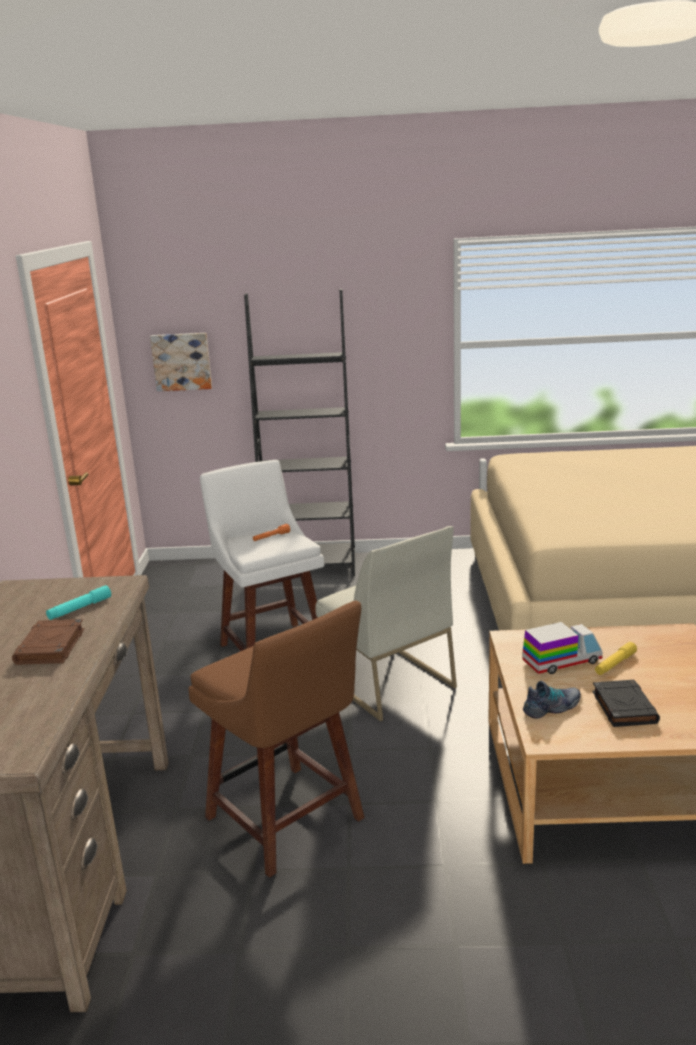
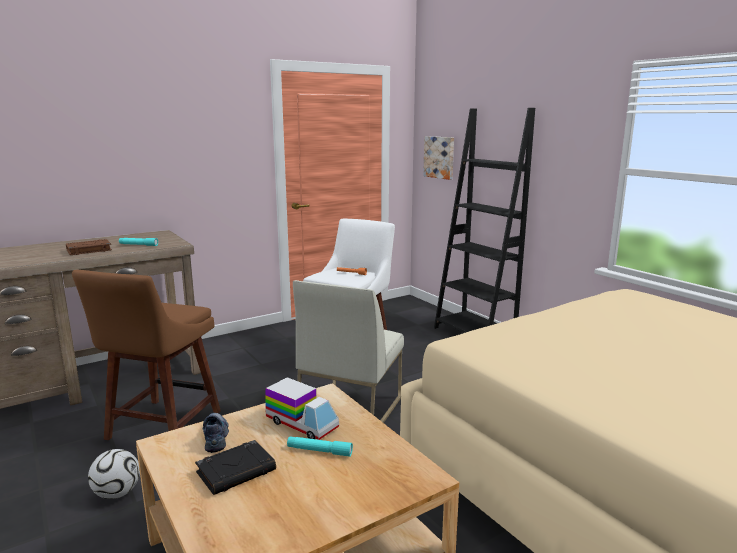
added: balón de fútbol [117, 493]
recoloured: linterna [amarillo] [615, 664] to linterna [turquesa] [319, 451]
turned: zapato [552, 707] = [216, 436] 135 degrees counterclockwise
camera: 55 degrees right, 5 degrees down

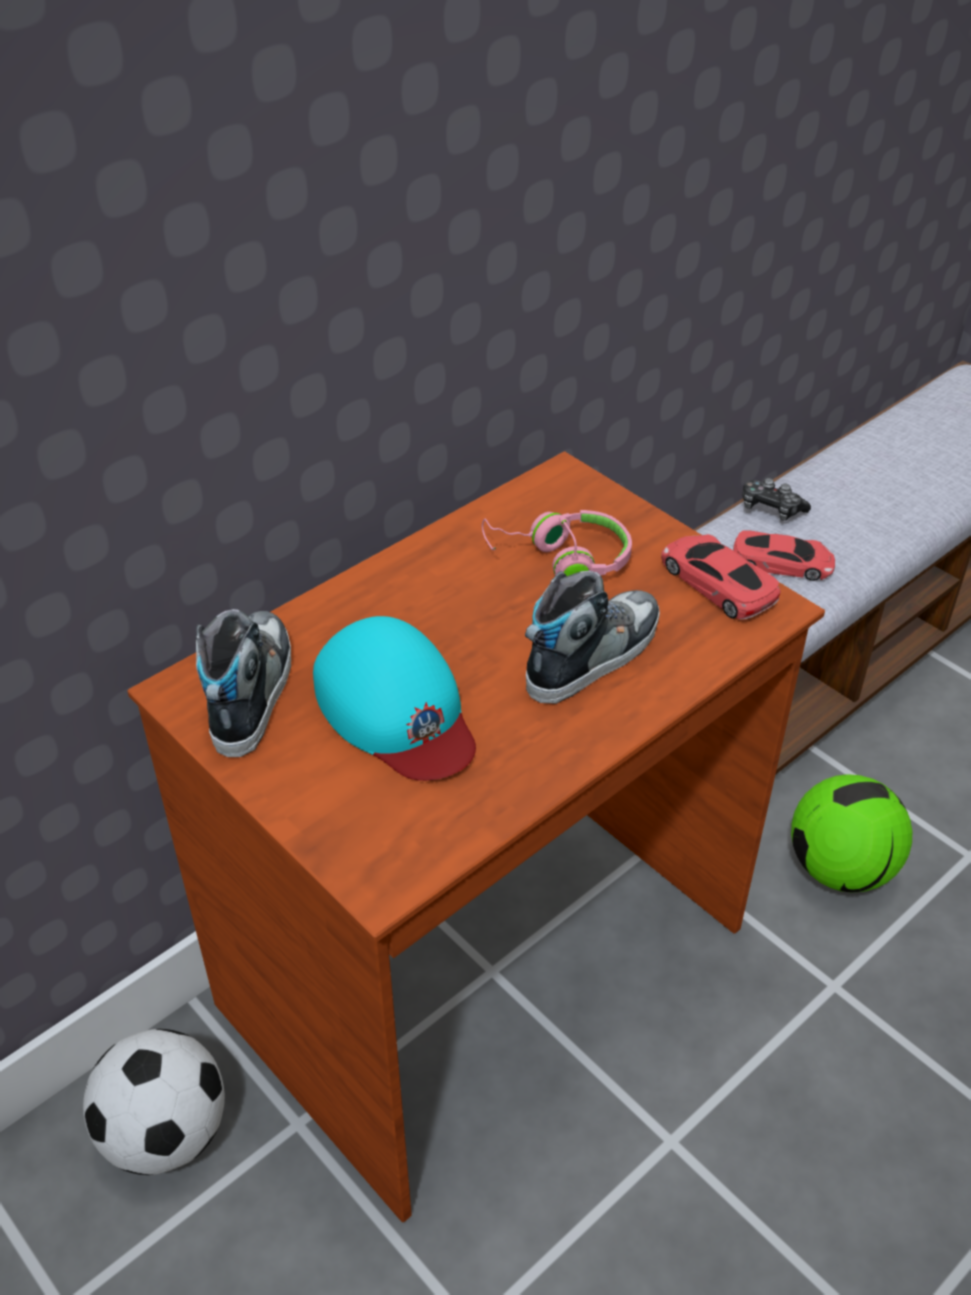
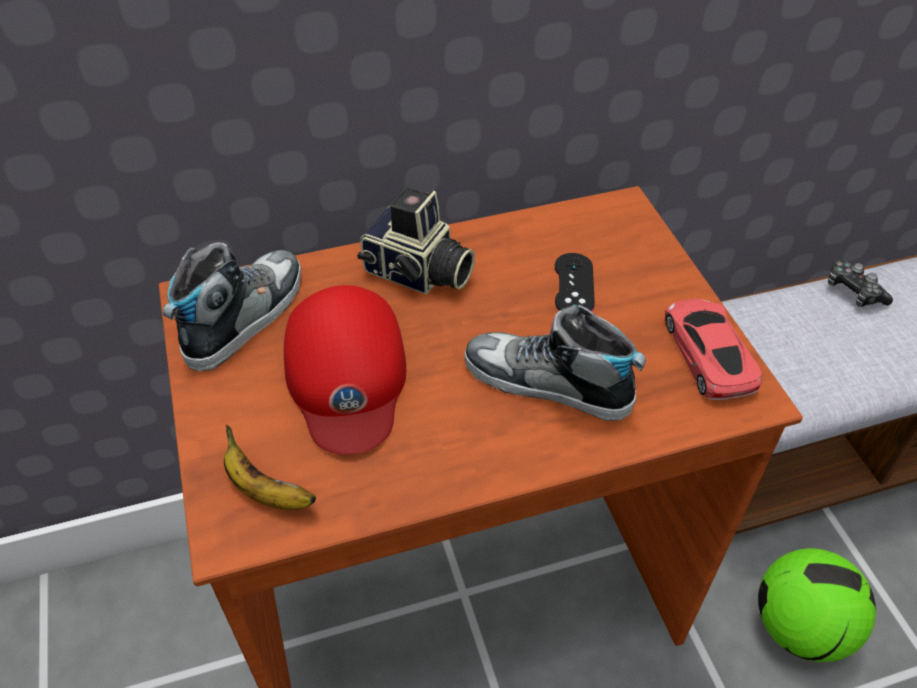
removed: balón de fútbol [165, 1133]; coche de juguete [rojo] [782, 563]
added: plátano [266, 491]; cámara [418, 274]
replaced: auriculares [rosa] [561, 560] to mando de consola [negro] [574, 285]
recoloured: gorra [turquesa] [396, 710] to gorra [rojo] [346, 375]
turned: zapato [592, 654] = [547, 384] 135 degrees counterclockwise
camera: 25 degrees right, 5 degrees up

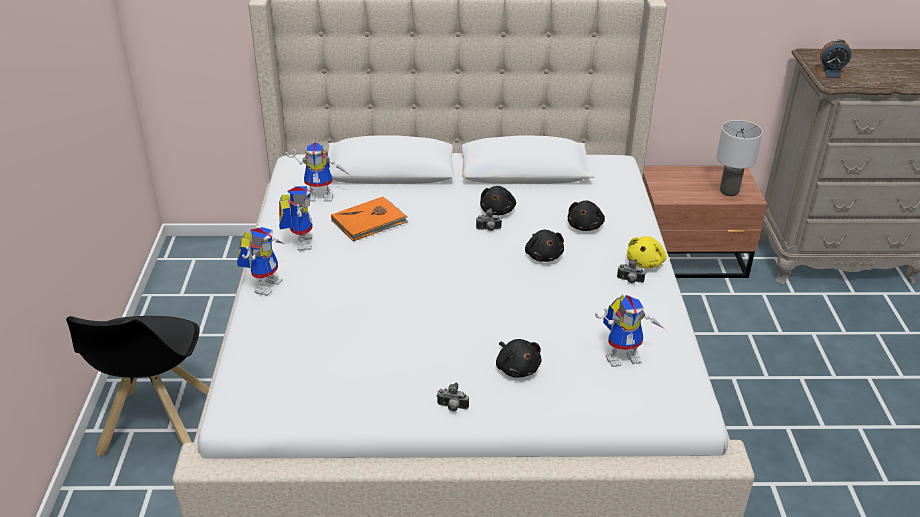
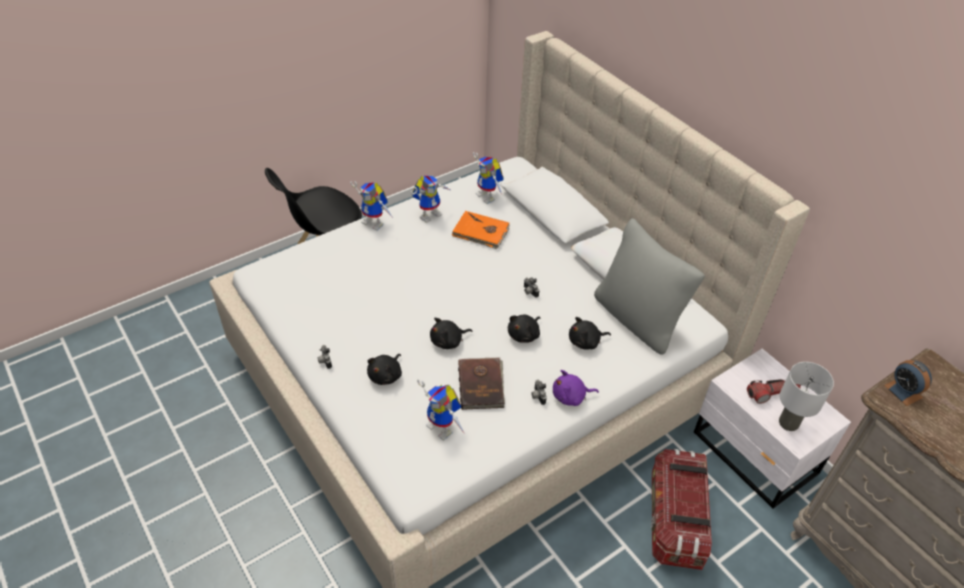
added: libro [marrón] [482, 384]; cojín [gris] [637, 319]; caja de almacenaje [675, 519]; linterna [771, 393]
moved: peluche [negro] [497, 211] to [448, 341]
recoloured: peluche [amarillo] [645, 263] to peluche [morado] [571, 396]; mesita de noche [marrón] [690, 259] to mesita de noche [blanco] [754, 455]
turned: robot de juguete [265, 284] = [376, 222] 45 degrees clockwise
camera: 55 degrees right, 10 degrees up

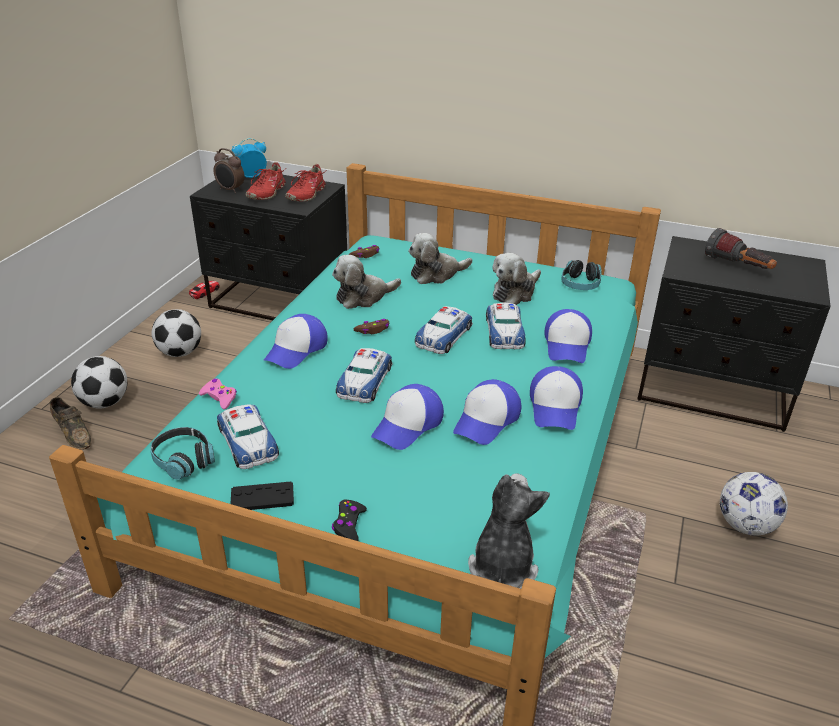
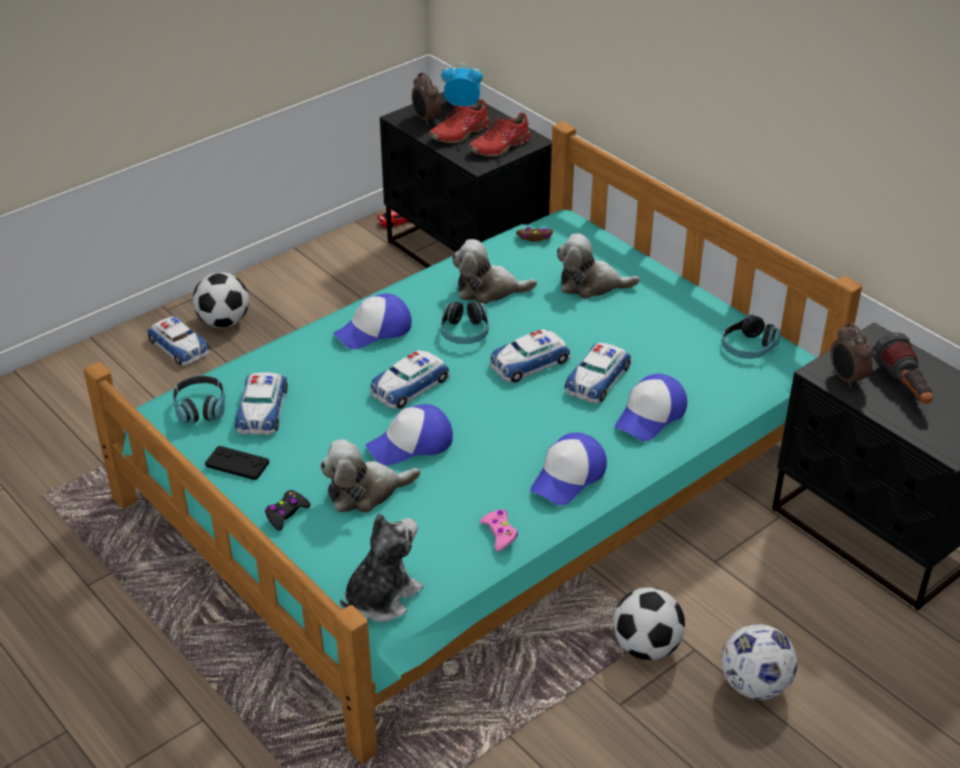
removed: gorra [487, 420]
added: despertador [846, 379]
moved: balón de fútbol [180, 352] to [646, 647]; mando de consola [rosa] [219, 397] to [499, 533]; peluche [515, 292] to [365, 492]
replaced: zapato [marrón] [73, 435] to coche de juguete [179, 346]; mando de consola [marrón] [373, 330] to auriculares [464, 332]
camera: 30 degrees right, 5 degrees up

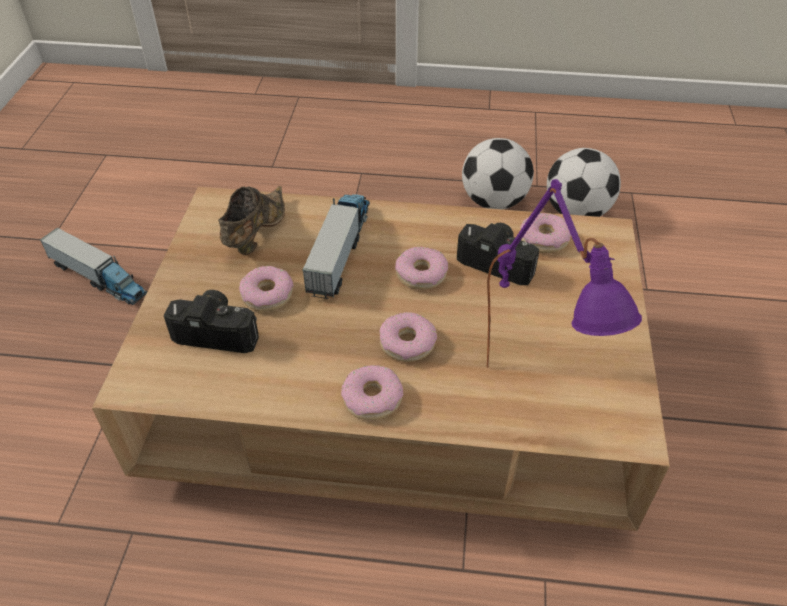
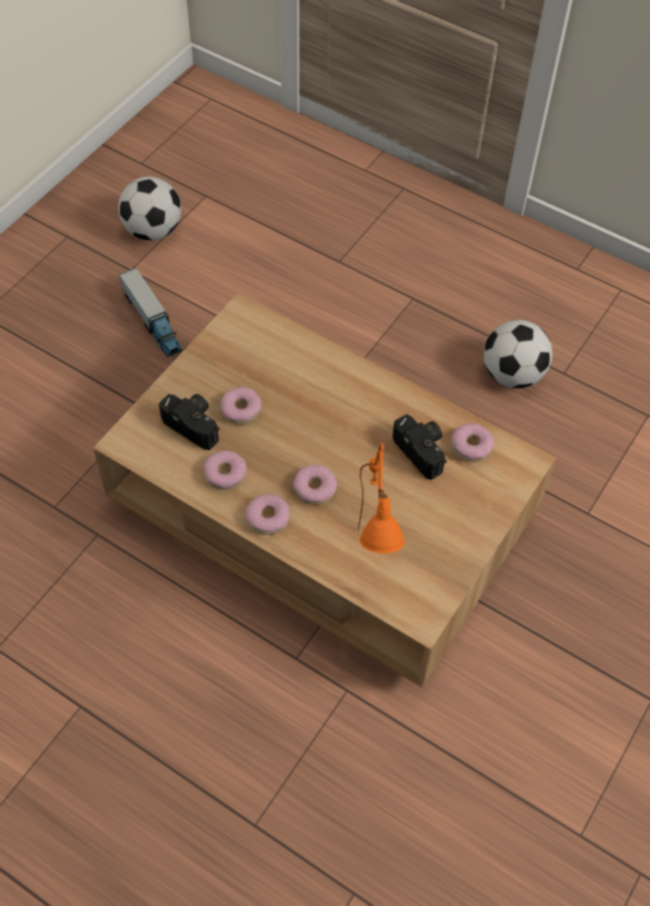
removed: zapato [marrón] [255, 234]; camión de juguete [340, 250]
moved: rosquilla [421, 274] to [225, 474]; balón de fútbol [576, 212] to [153, 230]
recoloured: lámpara de mesa [morado] [534, 400] to lámpara de mesa [naranja] [373, 566]
camera: 25 degrees right, 10 degrees up

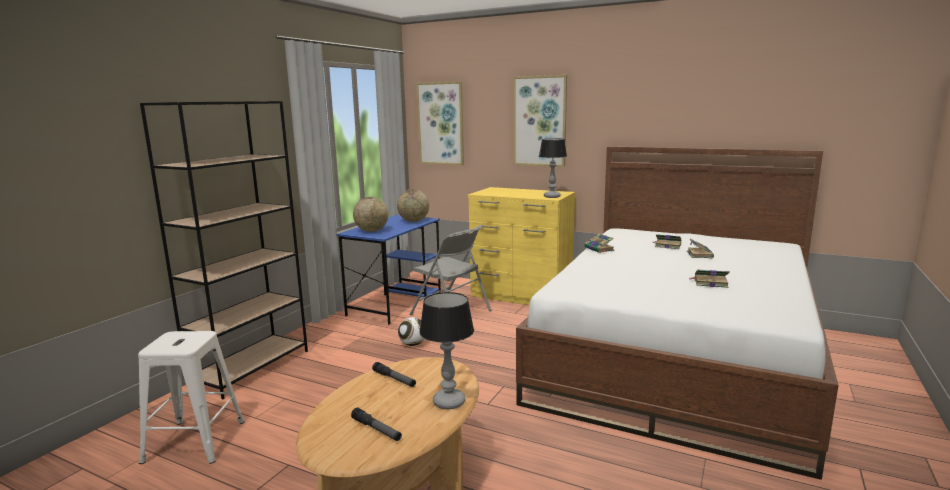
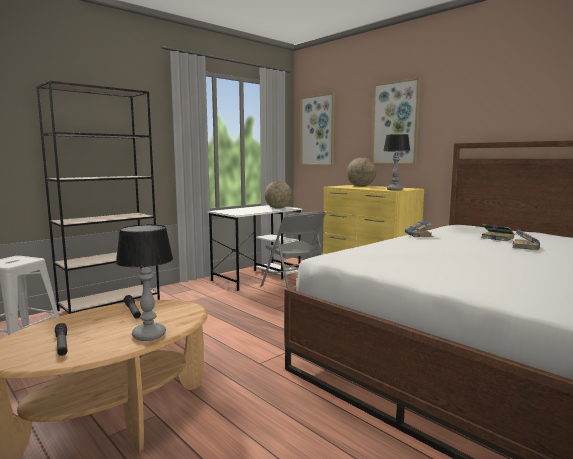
removed: balón de fútbol [413, 344]; libro [709, 283]
moved: globo terráqueo [371, 231] to [361, 186]
recoloured: escritorio [azul] [395, 303] to escritorio [blanco] [257, 277]
camera: 20 degrees right, 5 degrees down

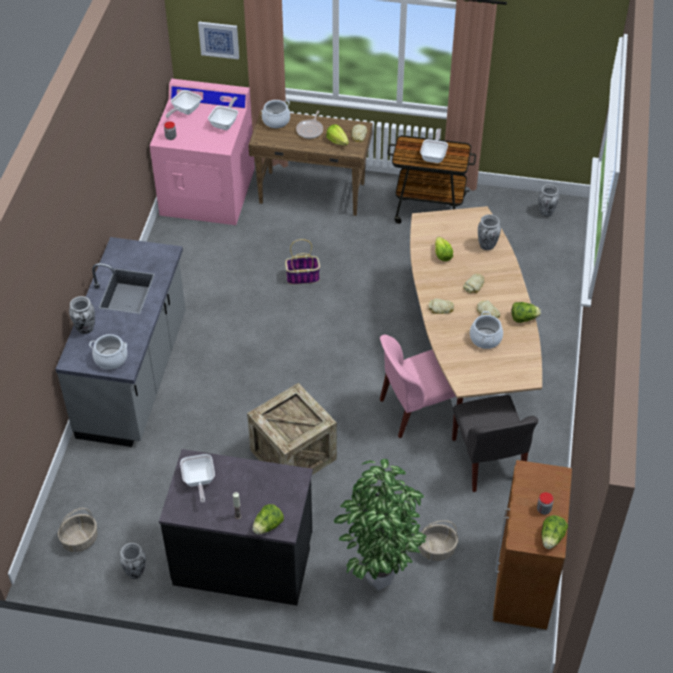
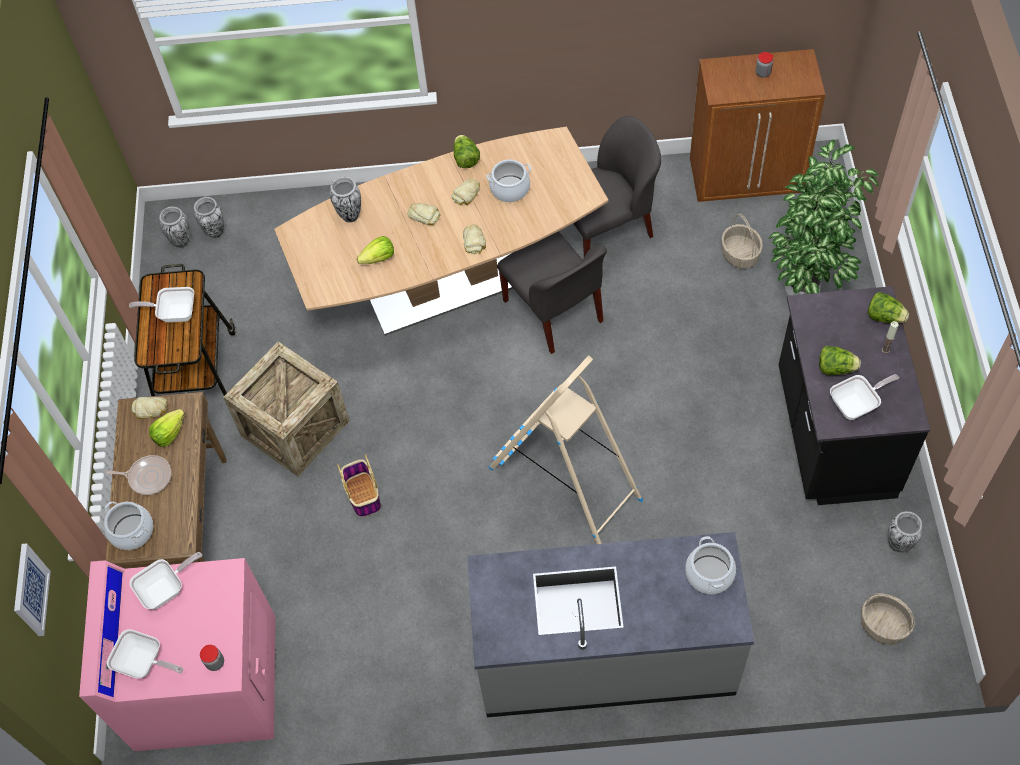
added: escalera de tijera [beis] [564, 483]
moved: florero [85, 329] to [215, 231]; caja de embalaje [293, 455] to [295, 428]; lechuga [551, 538] to [835, 368]
recoloured: silla [rosa] [417, 410] to silla [gris] [554, 312]
turned: sartén [225, 123] = [166, 589] 135 degrees clockwise
camera: 100 degrees left, 10 degrees up

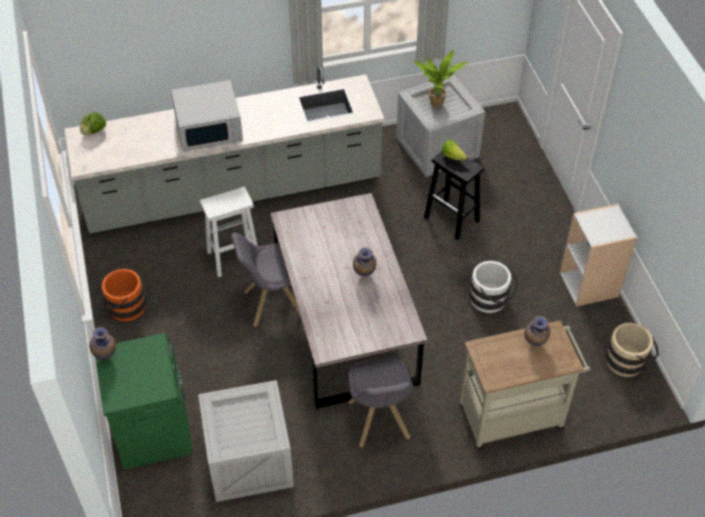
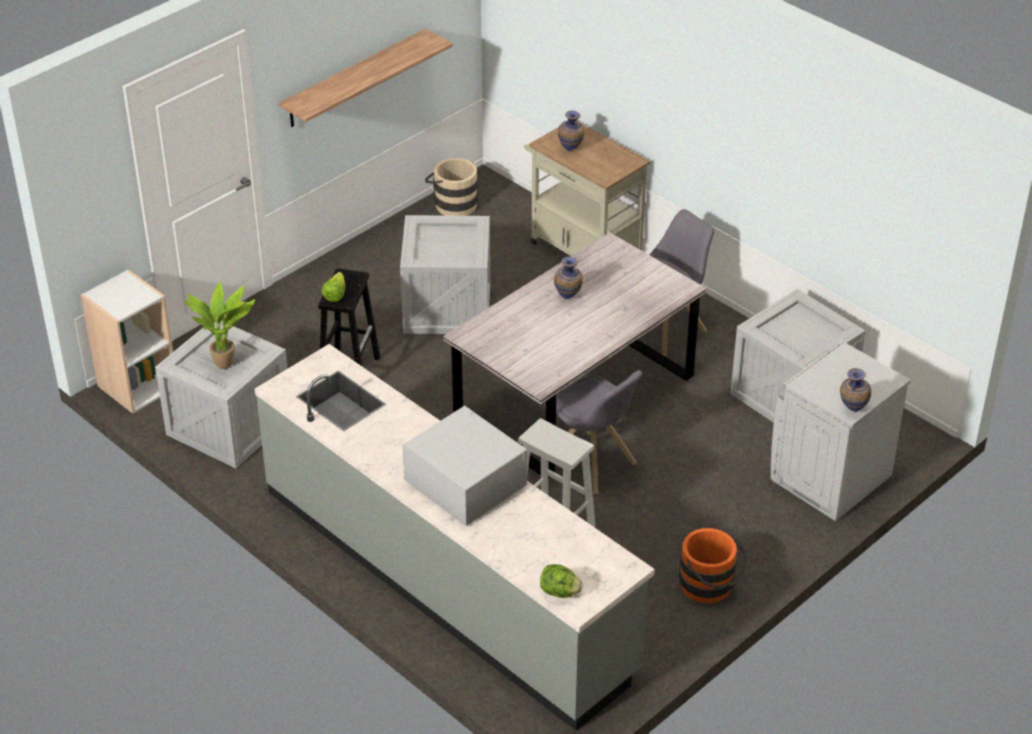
added: estante [354, 79]
moved: estantería [589, 285] to [138, 386]
replaced: cubo [blanco] [491, 300] to caja de embalaje [448, 306]
recoloured: lavadora [verde] [153, 430] to lavadora [blanco] [830, 479]
camera: 120 degrees left, 10 degrees down

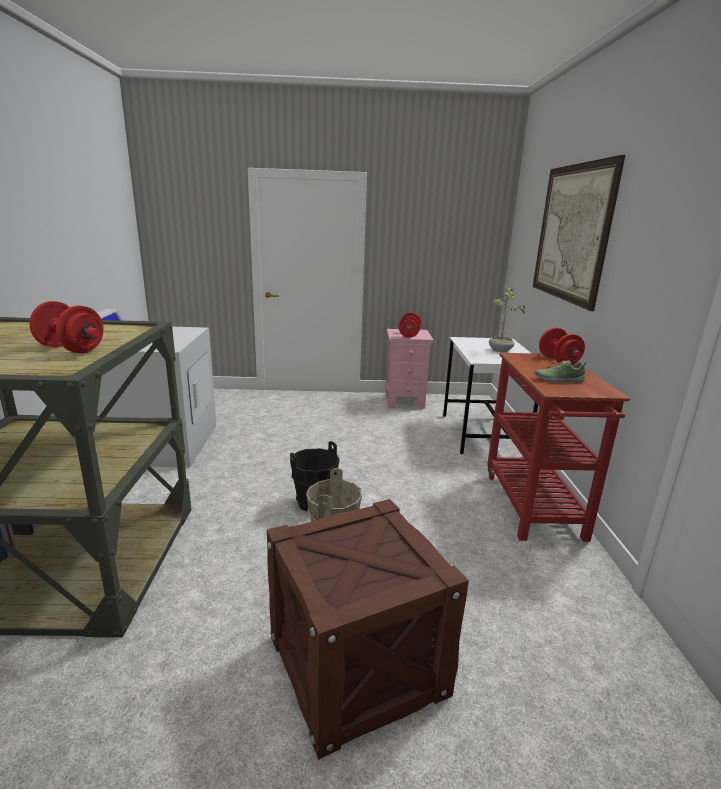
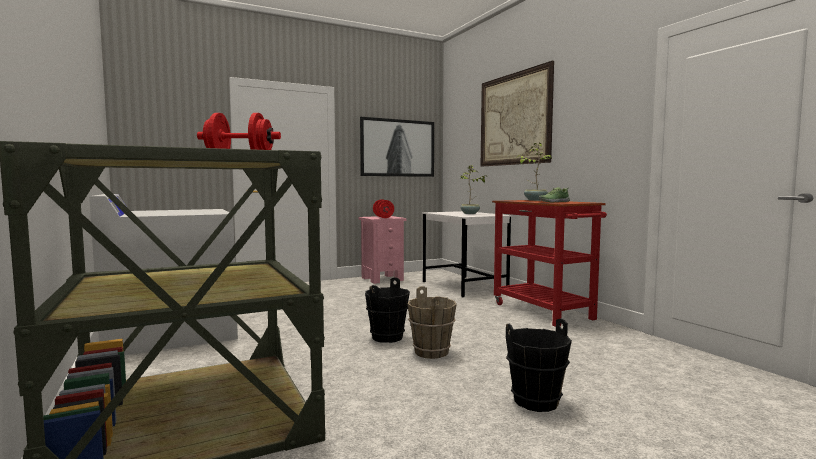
added: cuadro [397, 148]
replaced: caja de embalaje [357, 665] to cubo [negro] [536, 402]; mancuerna [rojo] [558, 361] to planta en maceta [535, 200]
camera: 25 degrees left, 15 degrees down

